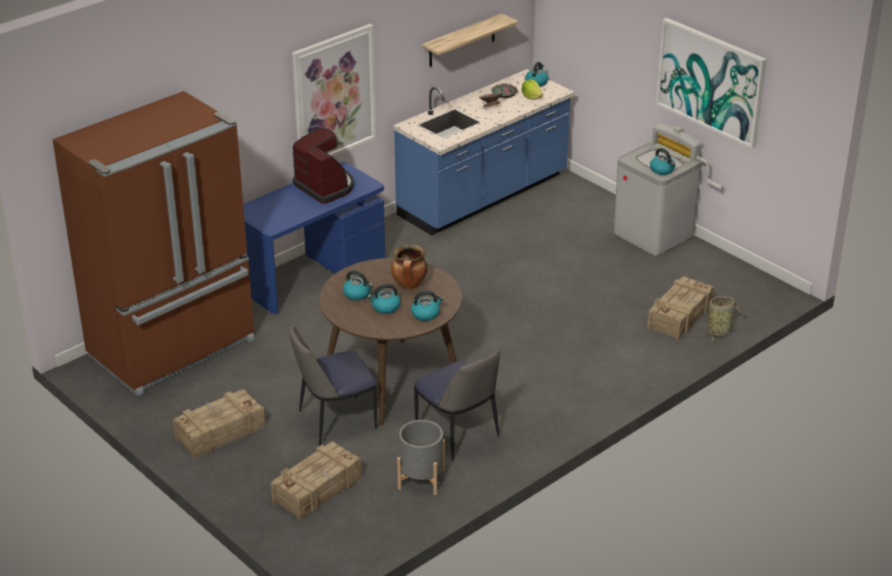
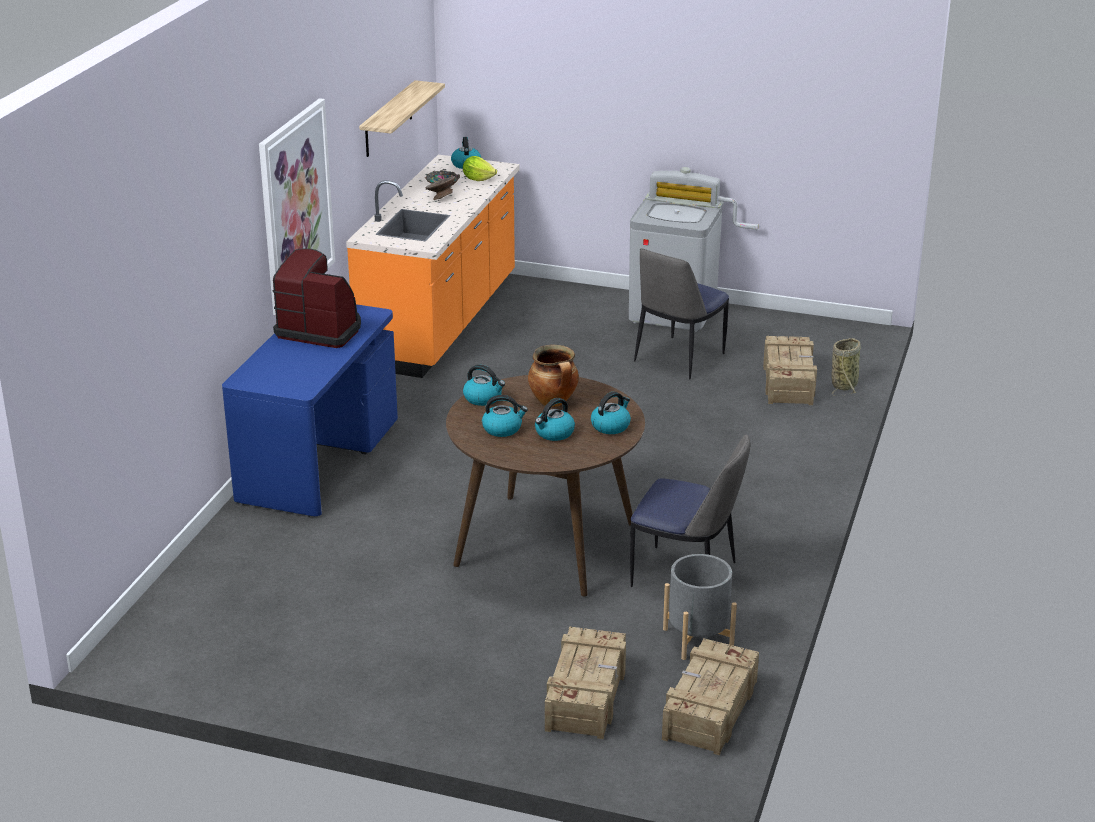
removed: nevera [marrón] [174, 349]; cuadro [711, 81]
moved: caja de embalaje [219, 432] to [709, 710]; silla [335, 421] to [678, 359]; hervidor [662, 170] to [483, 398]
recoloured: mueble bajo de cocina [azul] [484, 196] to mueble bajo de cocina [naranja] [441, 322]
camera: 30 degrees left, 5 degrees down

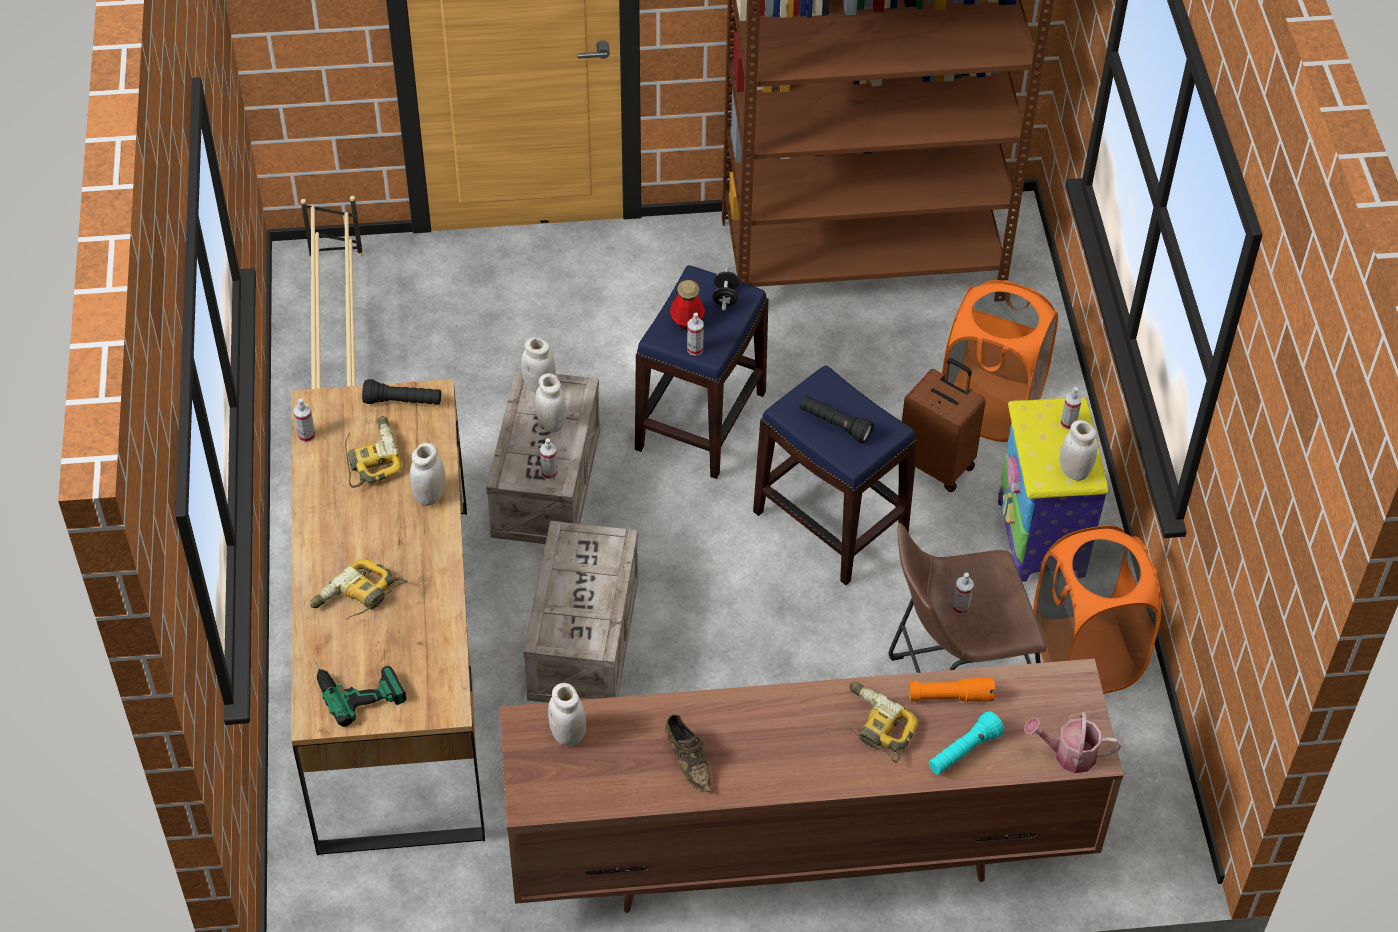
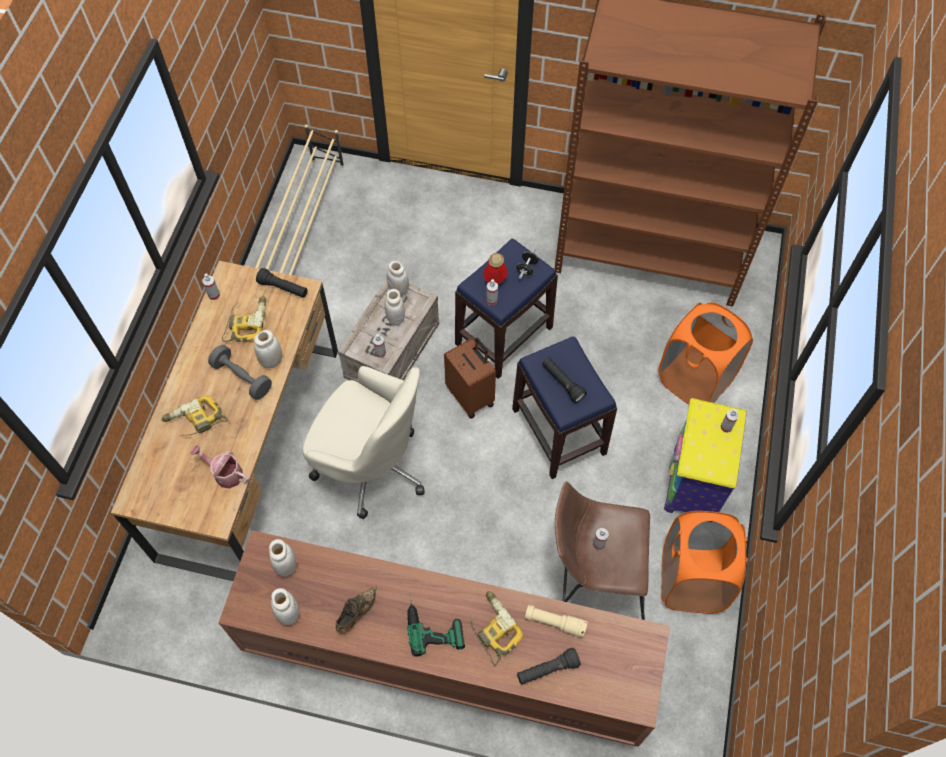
added: mancuerna [gris] [242, 378]
moved: taladro [356, 684] to [433, 622]; maleta [marrón] [938, 464] to [471, 396]; regadera [1068, 754] to [225, 473]; tarro [blanco] [1074, 471] to [288, 614]
replaced: caja de embalaje [584, 641] to silla de oficina [beis] [372, 467]
recoloured: linterna [naranja] [950, 697] to linterna [beis] [555, 623]; linterna [turquesa] [963, 752] to linterna [negro] [547, 670]
turned: zapato [marrón] [688, 761] = [356, 613] 135 degrees counterclockwise
camera: 20 degrees right, 10 degrees up

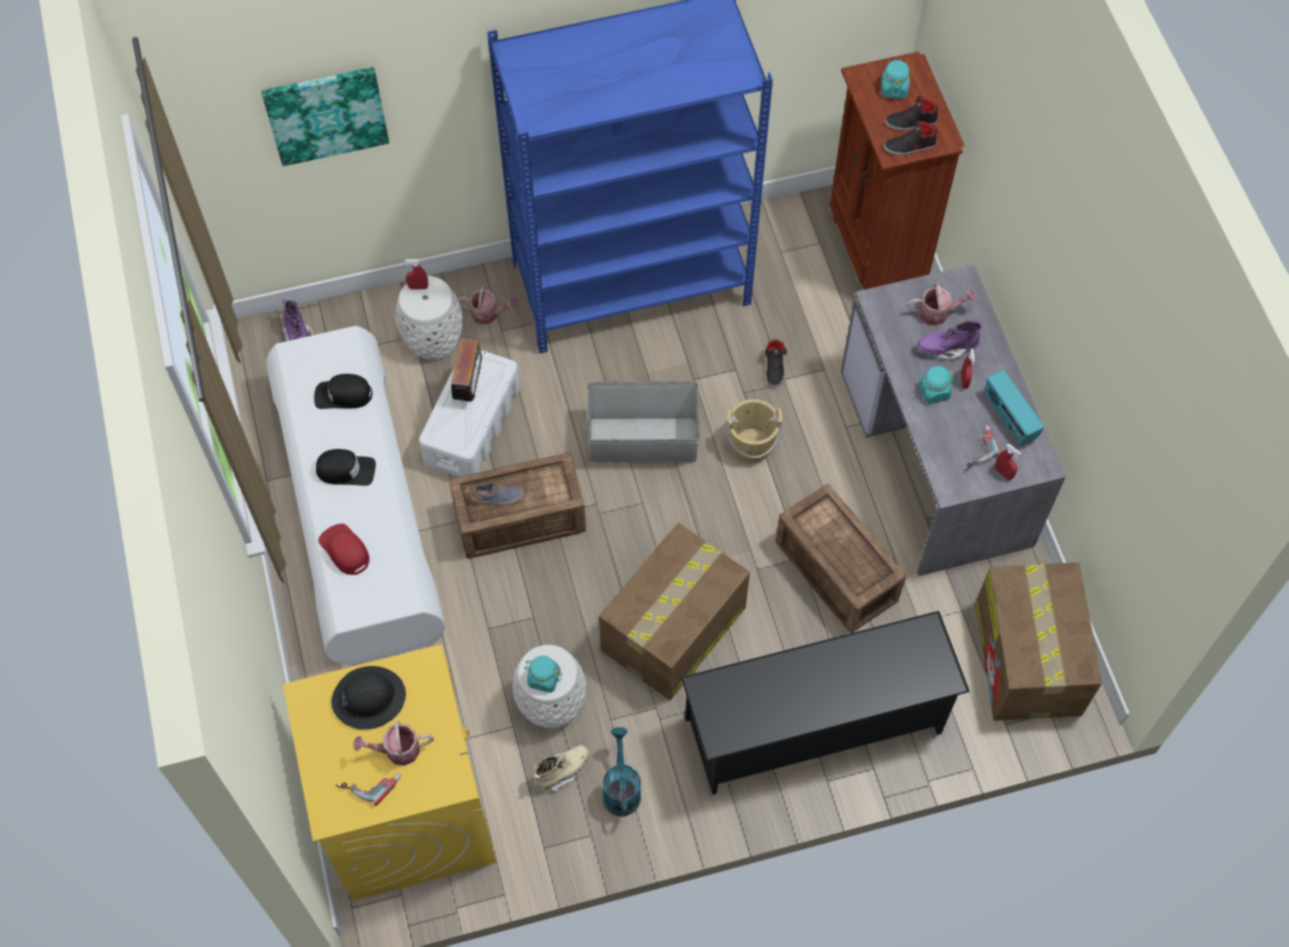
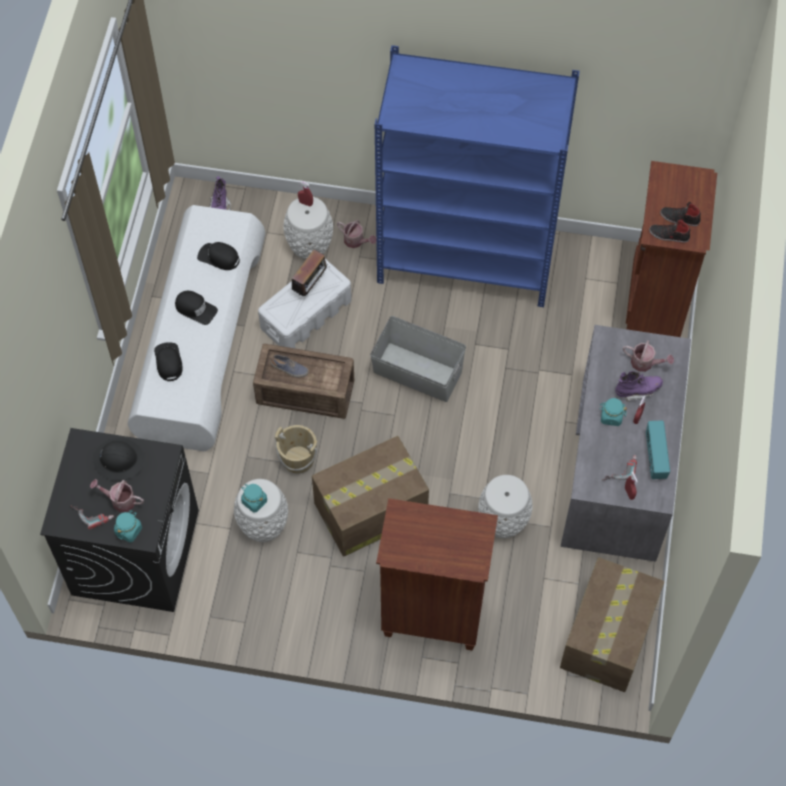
removed: cuadro [326, 114]; bota [beis] [561, 771]; regadera [turquesa] [621, 788]; zapato [negro] [774, 368]
moved: cubo [beis] [751, 445] to [298, 459]; tarro [turquesa] [893, 89] to [128, 530]
replaced: zapatero [negro] [814, 725] to armario [marrón] [432, 616]; caja de embalaje [836, 573] to taburete [blanco] [503, 520]
recoloured: lavadora [amarillo] [407, 808] to lavadora [negro] [135, 551]; gorra [rojo] [345, 550] to gorra [negro] [168, 362]
turned: bota [morado] [946, 348] = [637, 390] 150 degrees clockwise
camera: 25 degrees right, 0 degrees up

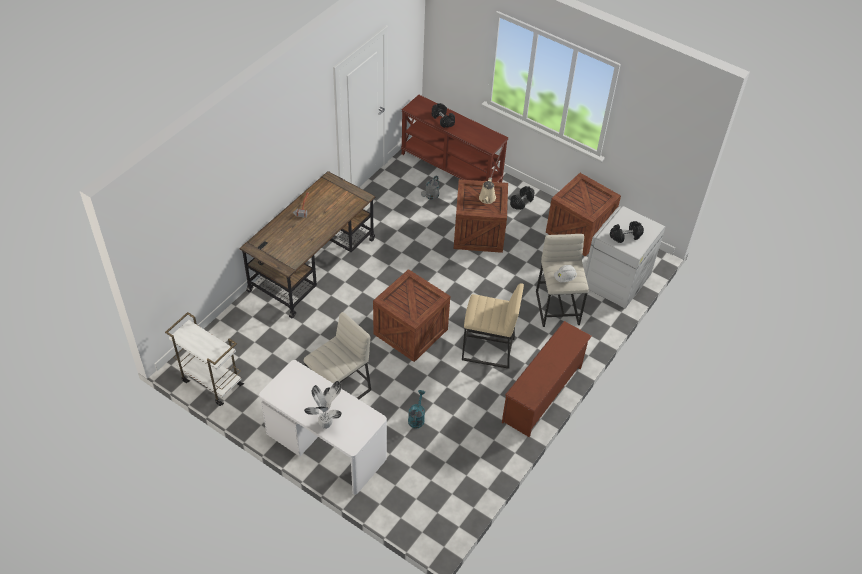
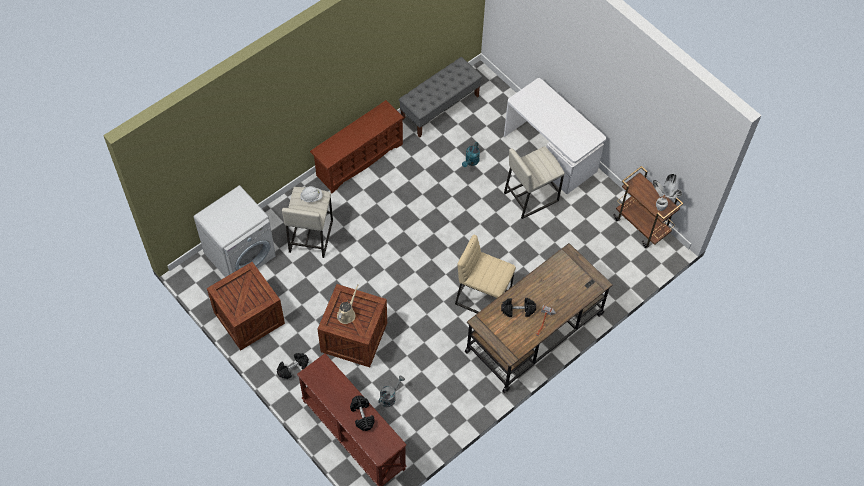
removed: caja de embalaje [409, 332]
added: banco [gris] [440, 107]
moved: planta en maceta [326, 424] to [659, 207]; taburete [beis] [488, 349] to [483, 298]; mancuerna [negro] [625, 236] to [518, 310]
recoloured: carrito [blanco] [210, 382] to carrito [marrón] [641, 228]
camera: 165 degrees left, 10 degrees up

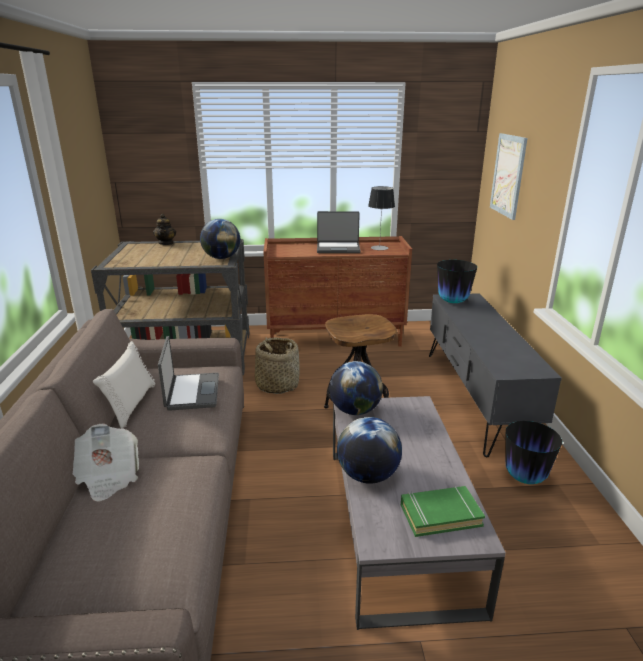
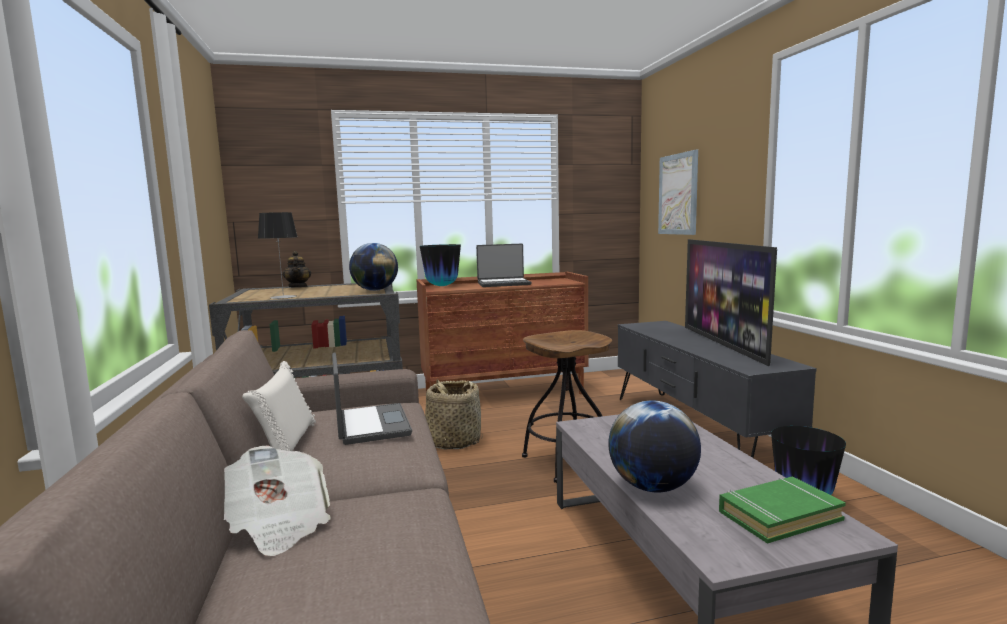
removed: globo terráqueo [355, 410]
added: televisor [724, 344]
moved: lámpara de mesa [379, 248] to [283, 297]; florero [452, 302] to [442, 286]
camera: 10 degrees left, 15 degrees down

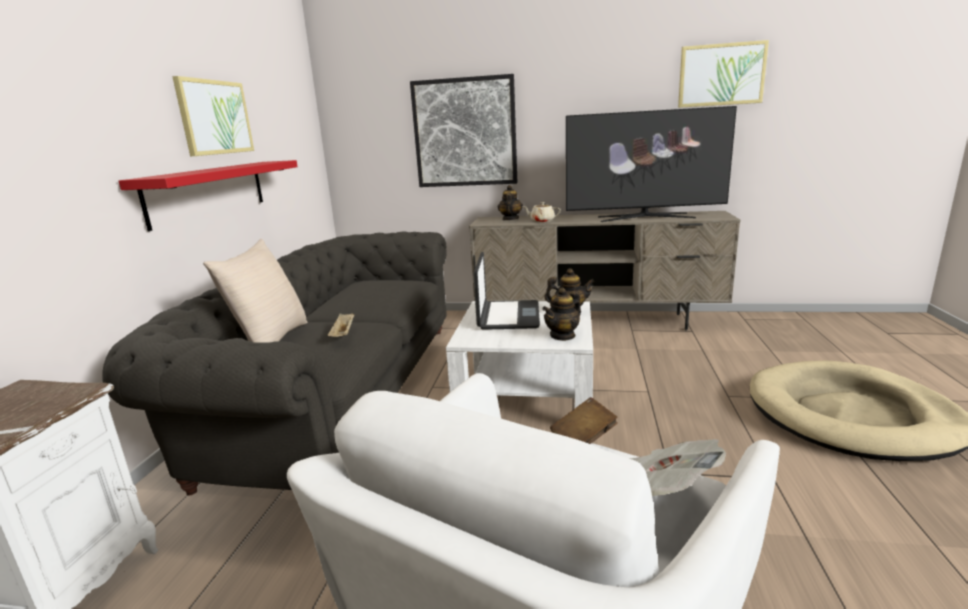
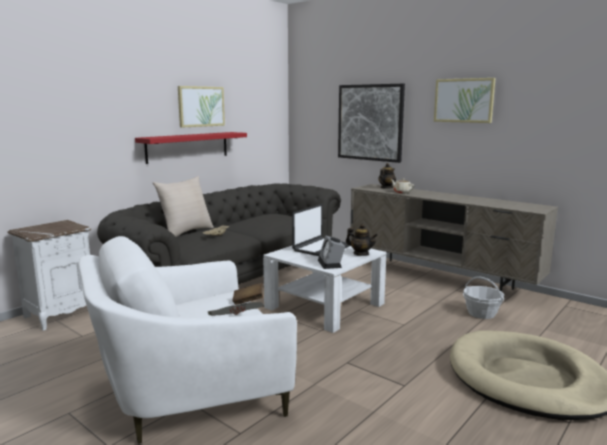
removed: televisor [644, 217]
added: cesta [481, 313]
moved: cuadro [721, 75] to [463, 100]
replaced: tetera [562, 335] to despertador [331, 264]
camera: 30 degrees right, 5 degrees down

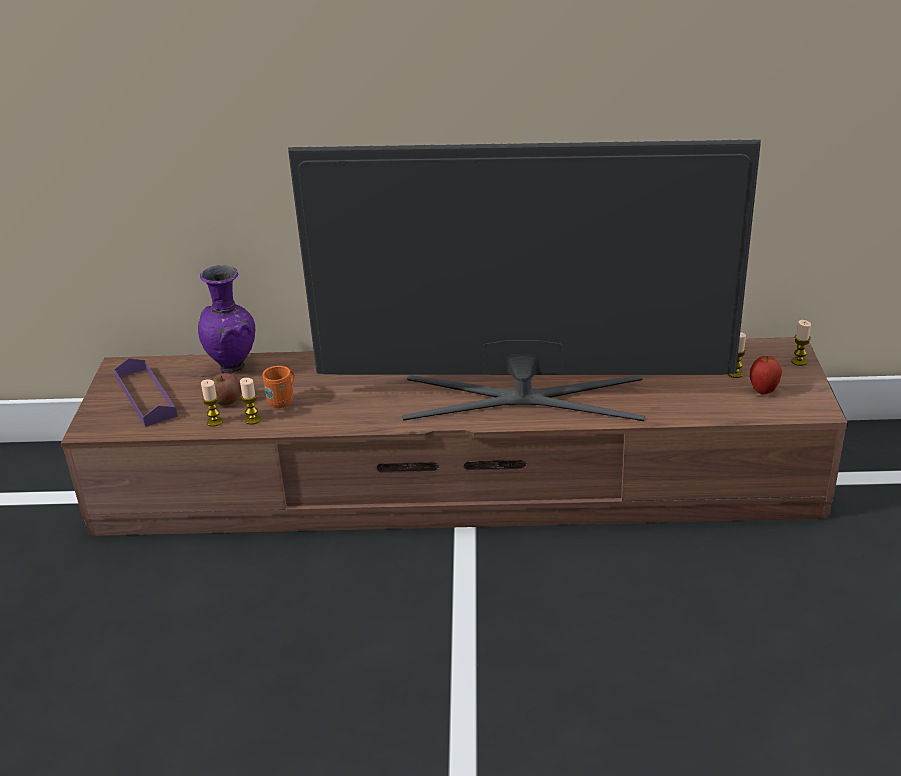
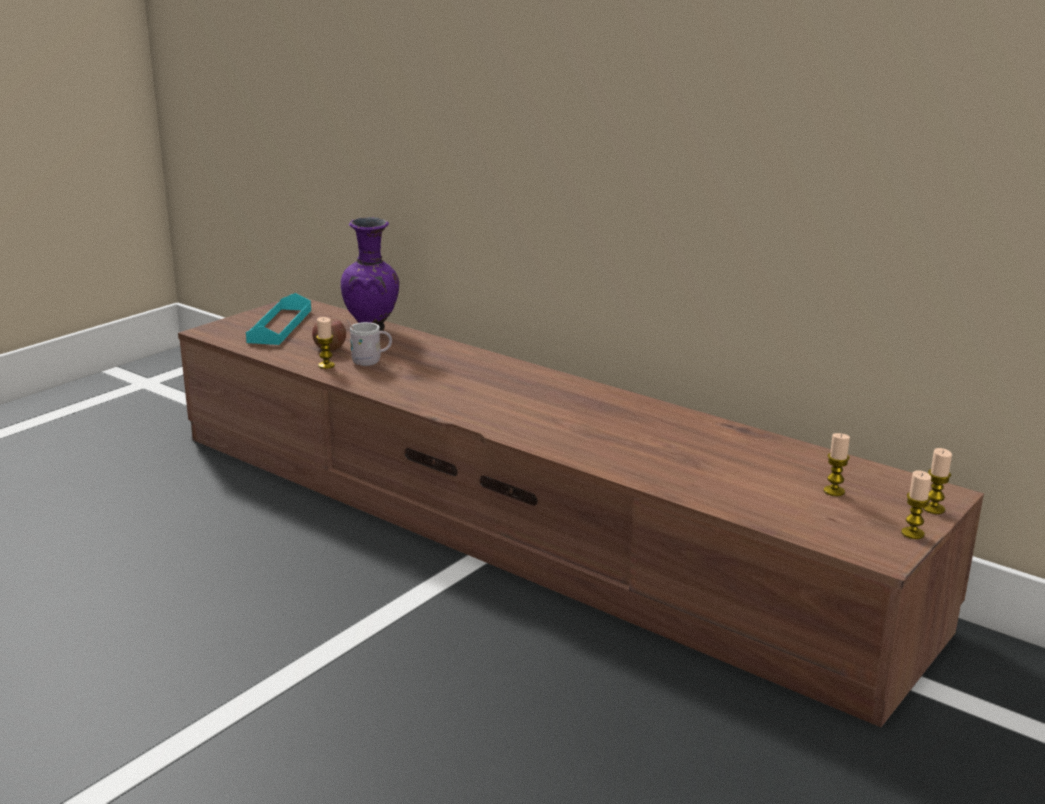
removed: televisor [524, 397]; manzana [763, 391]
moved: vela [214, 422] to [912, 533]
recoloured: bandeja [morado] [146, 396] to bandeja [turquesa] [280, 326]; taza grande [naranja] [283, 400] to taza grande [blanco] [370, 362]
camera: 35 degrees right, 10 degrees down

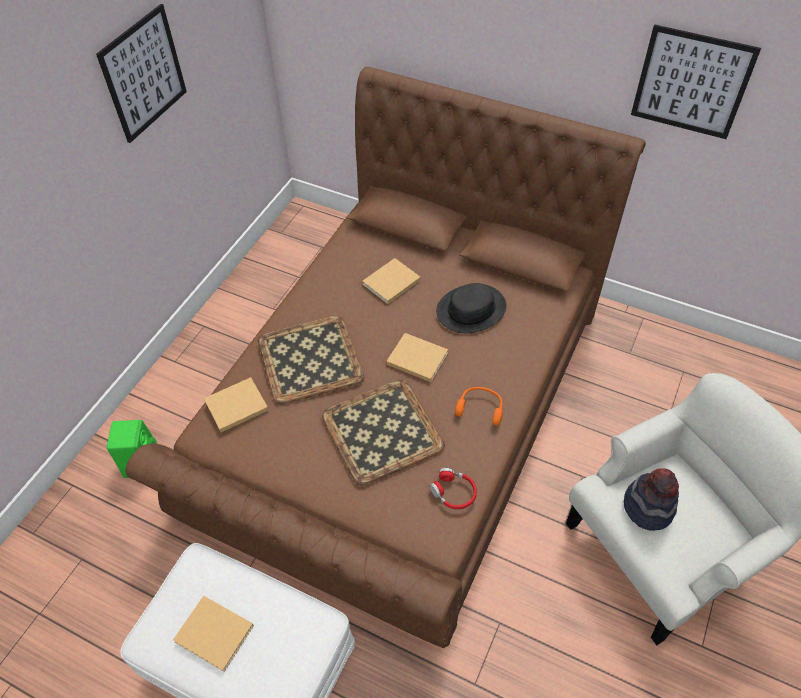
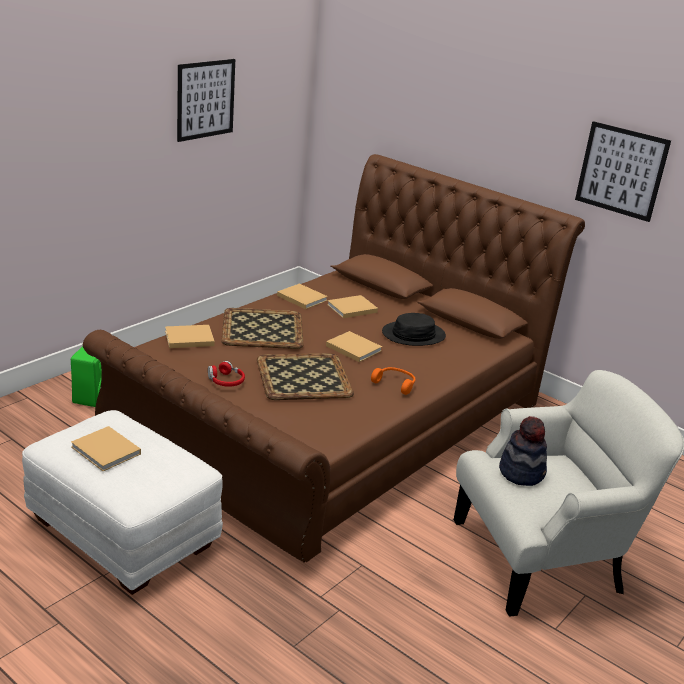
added: libro [beis] [301, 297]
moved: auriculares [rojo] [453, 492] to [226, 381]
camera: 10 degrees right, 25 degrees down

